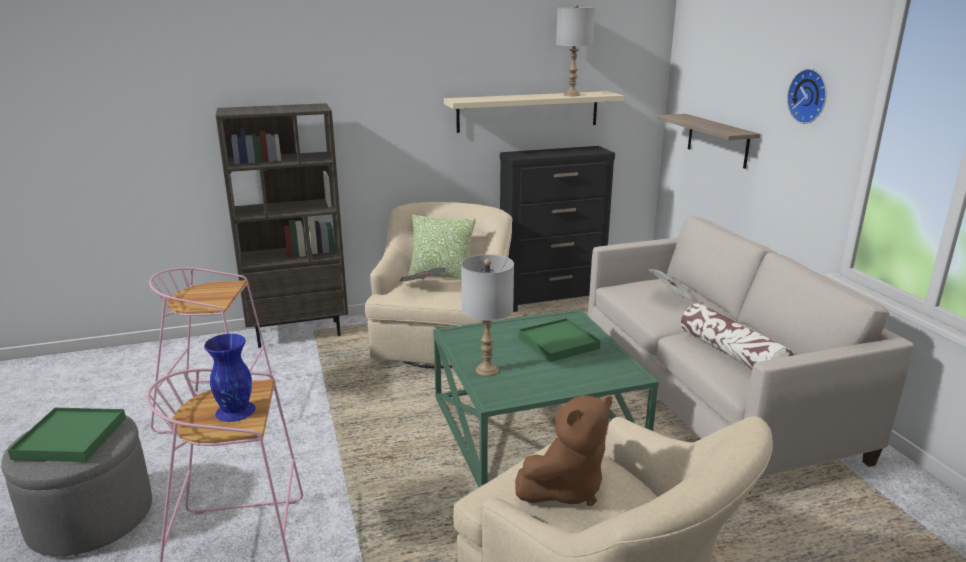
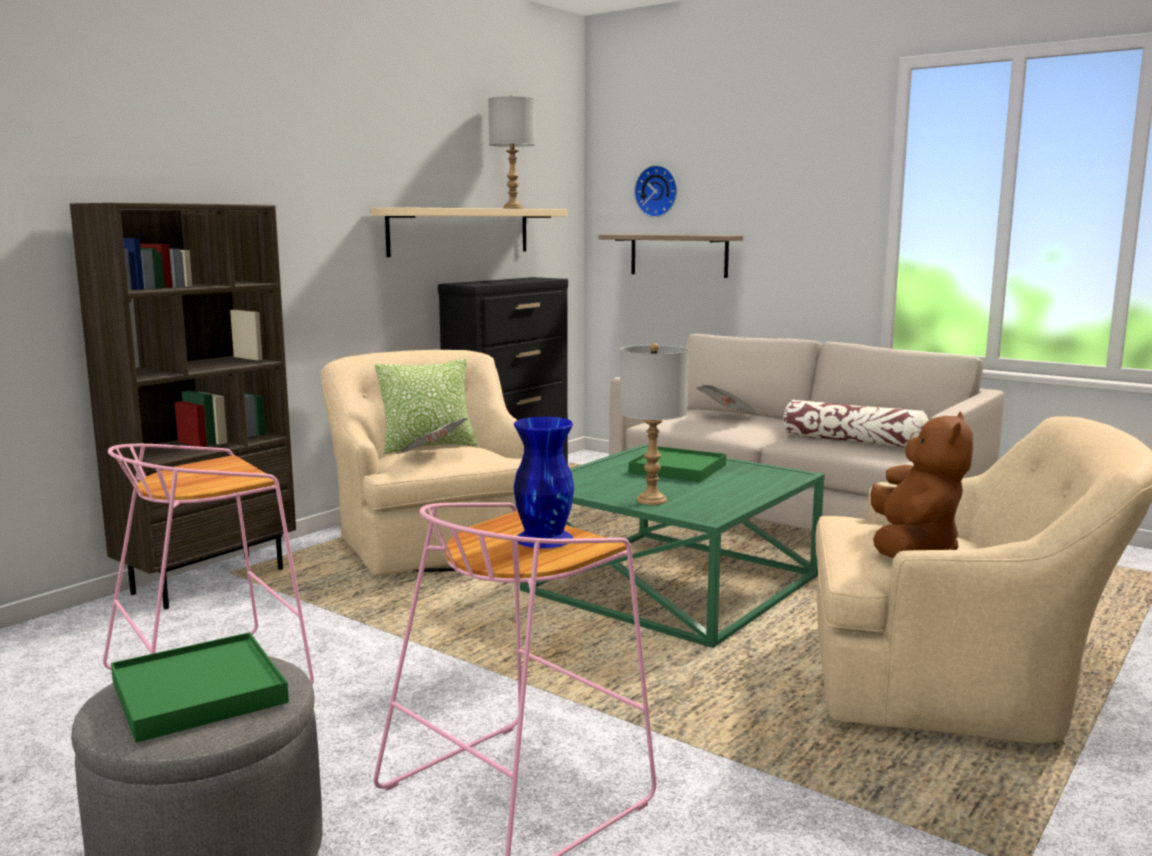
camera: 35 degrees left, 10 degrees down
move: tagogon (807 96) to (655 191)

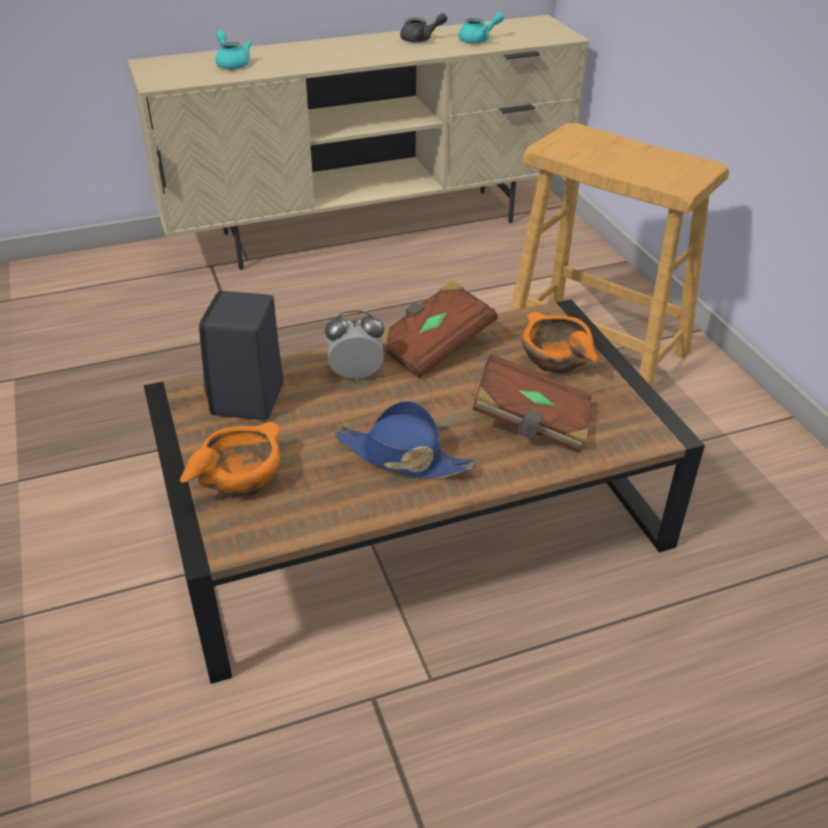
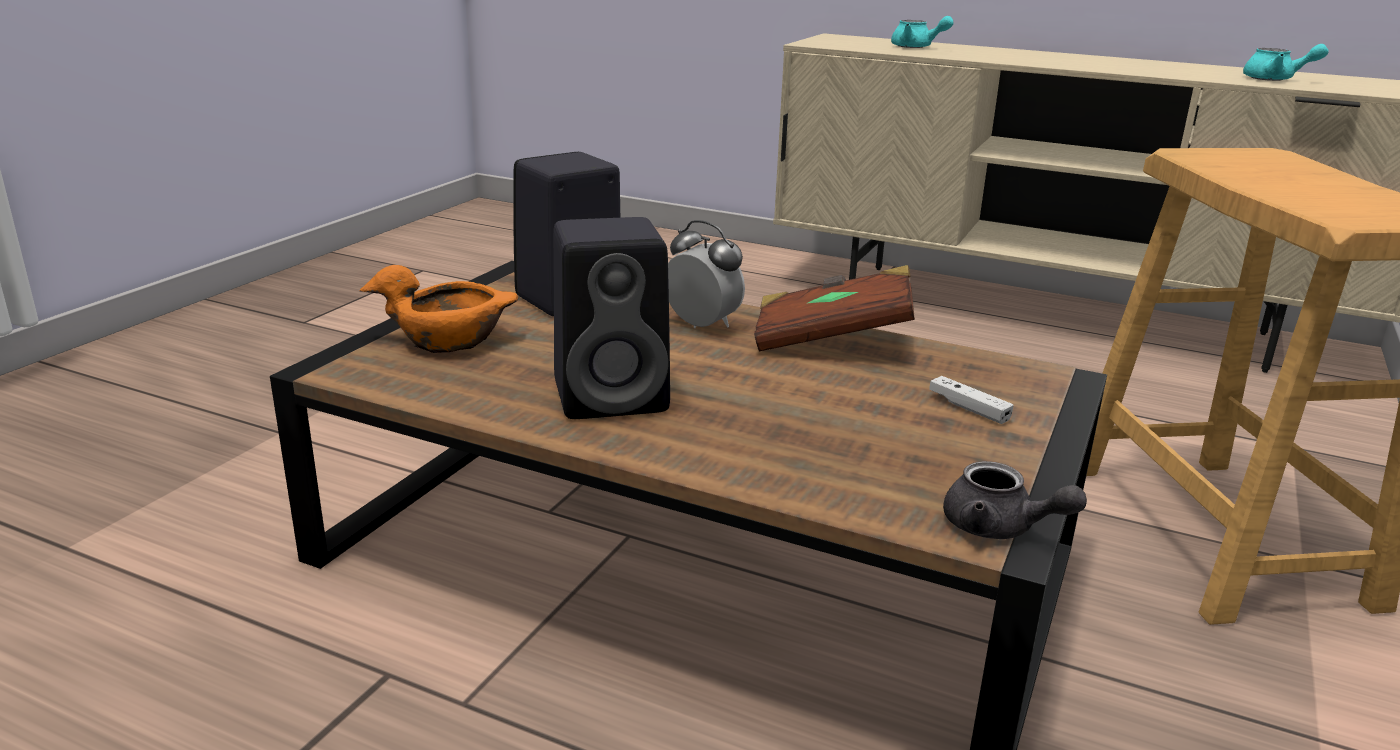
camera: 45 degrees right, 15 degrees down
delete: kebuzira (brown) (532 403)
move: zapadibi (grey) (423 28) to (1015 500)
replace: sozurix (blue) (405 440) to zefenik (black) (611 318); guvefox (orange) (560 342) to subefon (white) (971 400)
rotate: zapadibi (turquoise) (233 49) = (922 32) 105 degrees clockwise

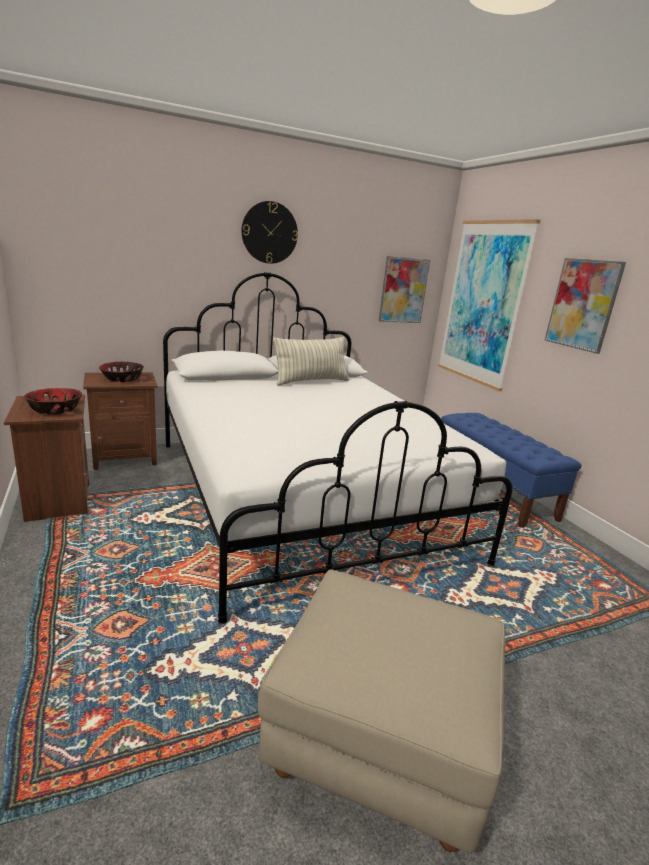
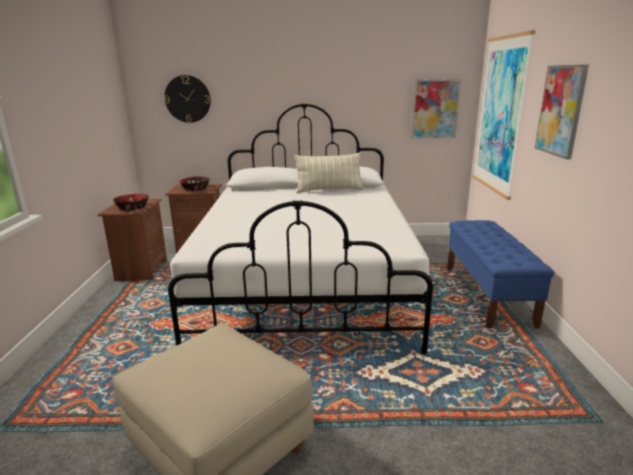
camera: 25 degrees right, 0 degrees up
move: tagogon (270 232) to (187 99)

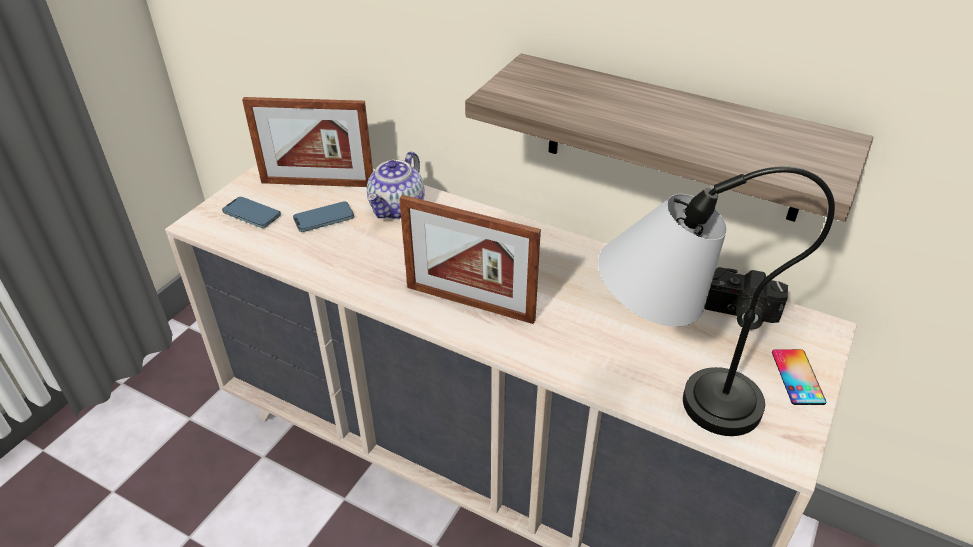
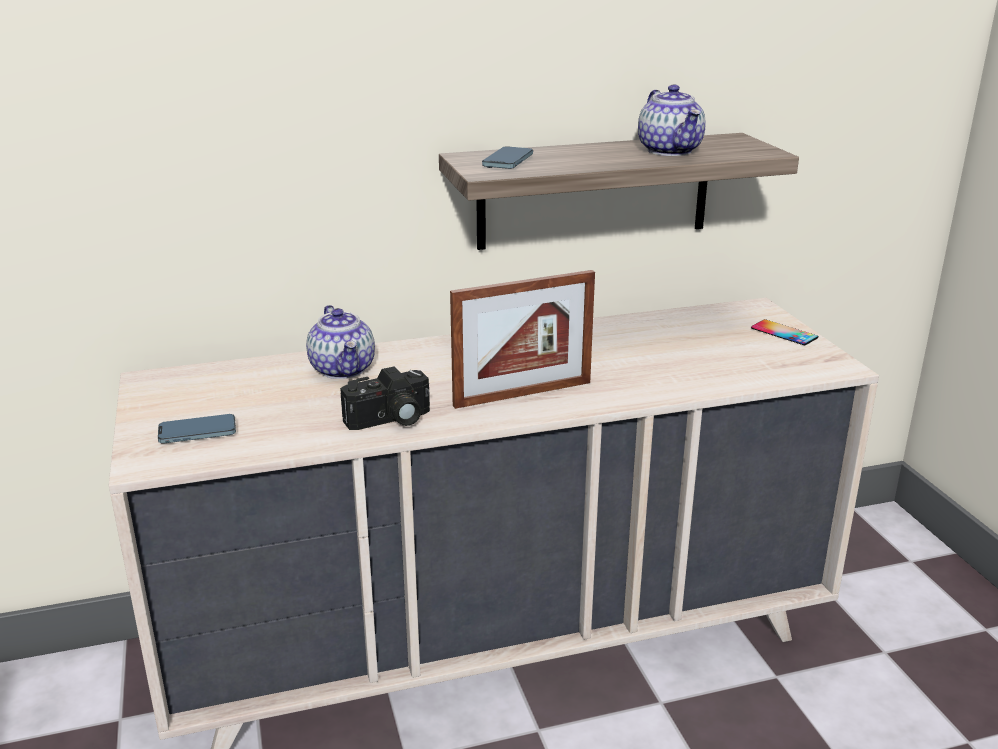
camera: 45 degrees left, 15 degrees down
delete: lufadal (307 142); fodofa (716 301)
insert: zapadibi (672 120)
move: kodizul (323 217) to (507 157); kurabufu (746 298) to (385 398)

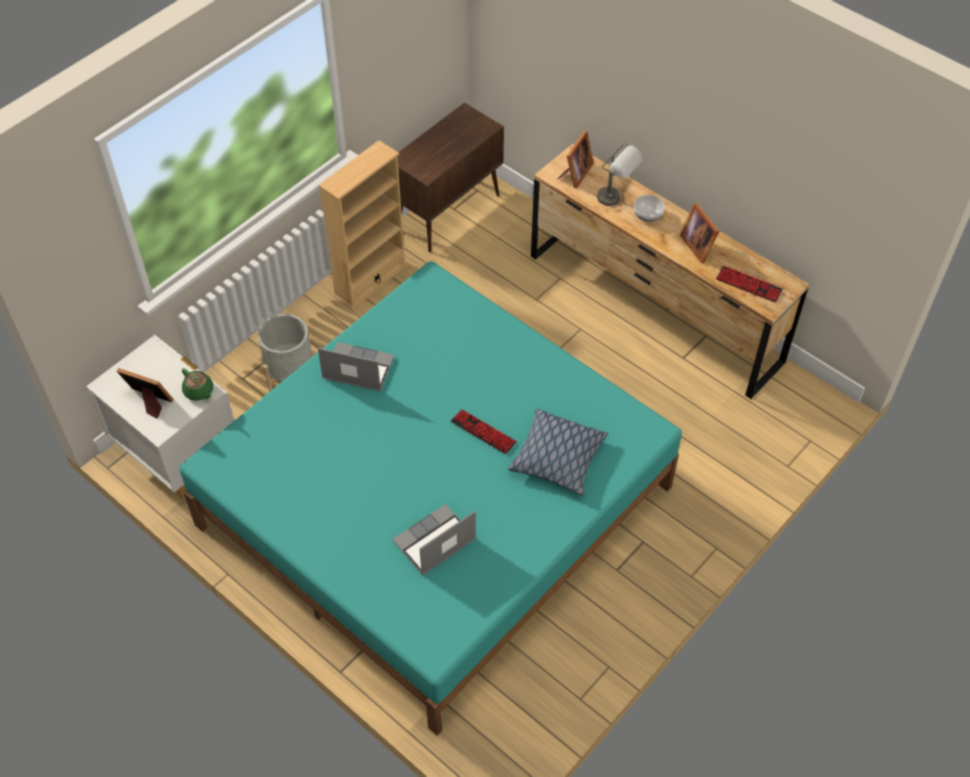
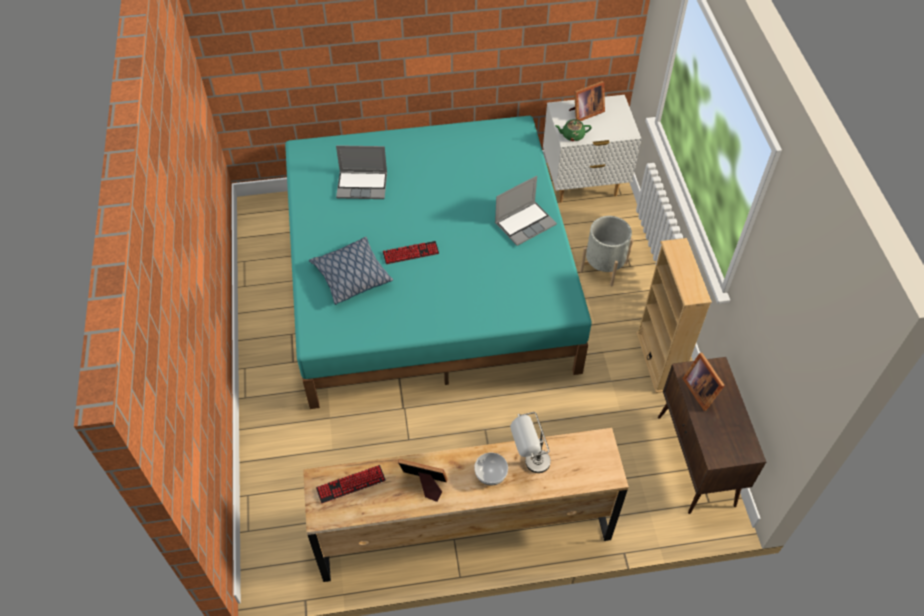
camera: 130 degrees right, 0 degrees up
move: lufadal (575 159) to (703 382)
rotate: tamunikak (434 539) = (361 172) 90 degrees clockwise

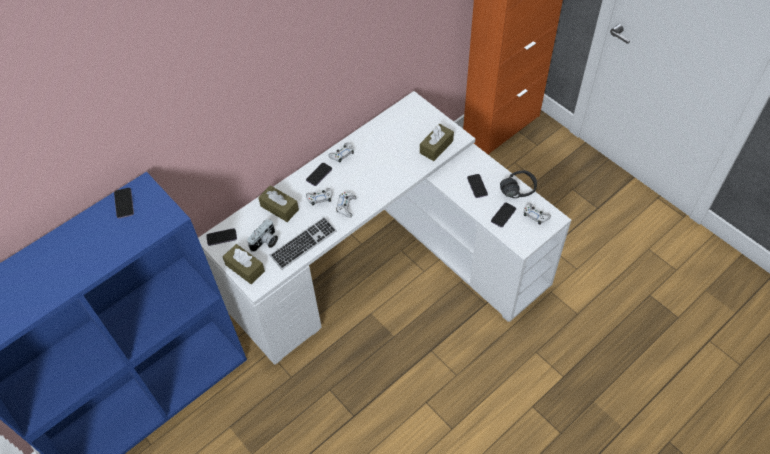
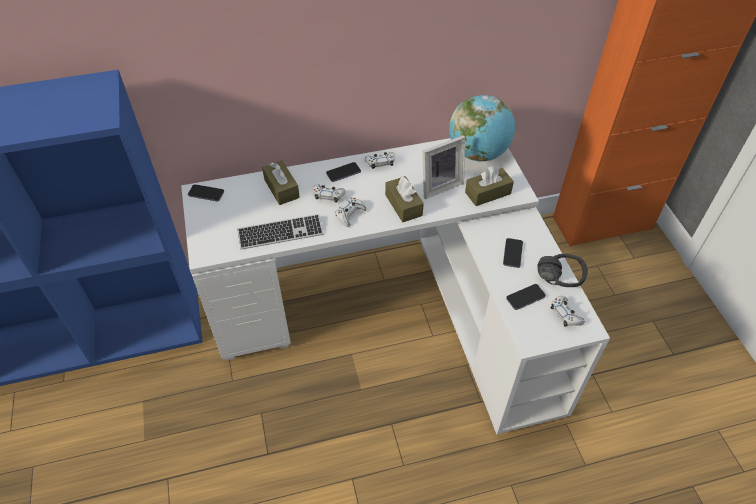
camera: 25 degrees right, 5 degrees down
delete: kodizul (124 203); kurabufu (262 235)
insert: lufadal (443 167); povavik (482 128)
move: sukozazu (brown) (244 264) to (404 199)

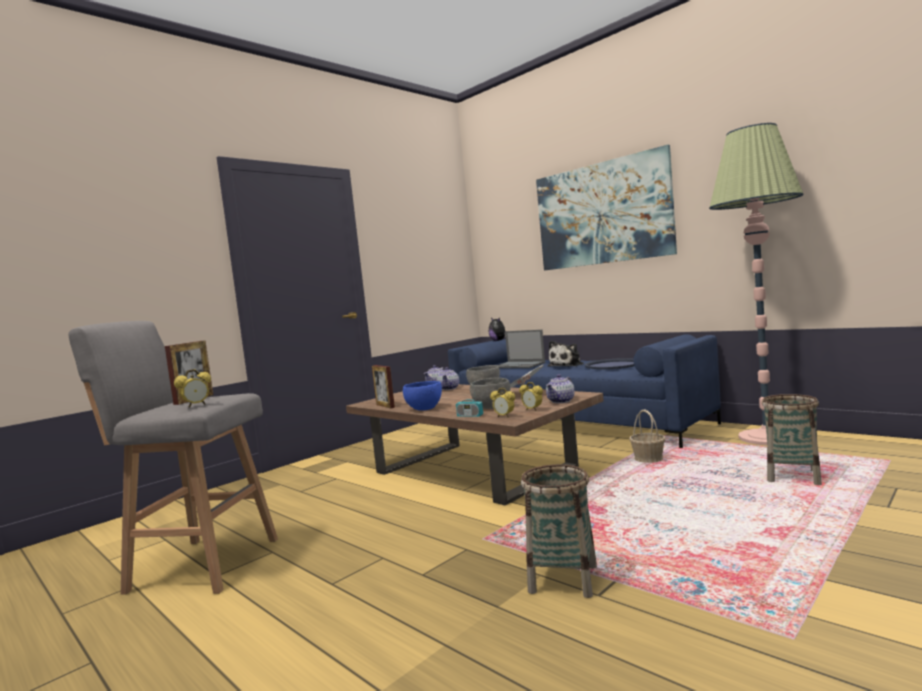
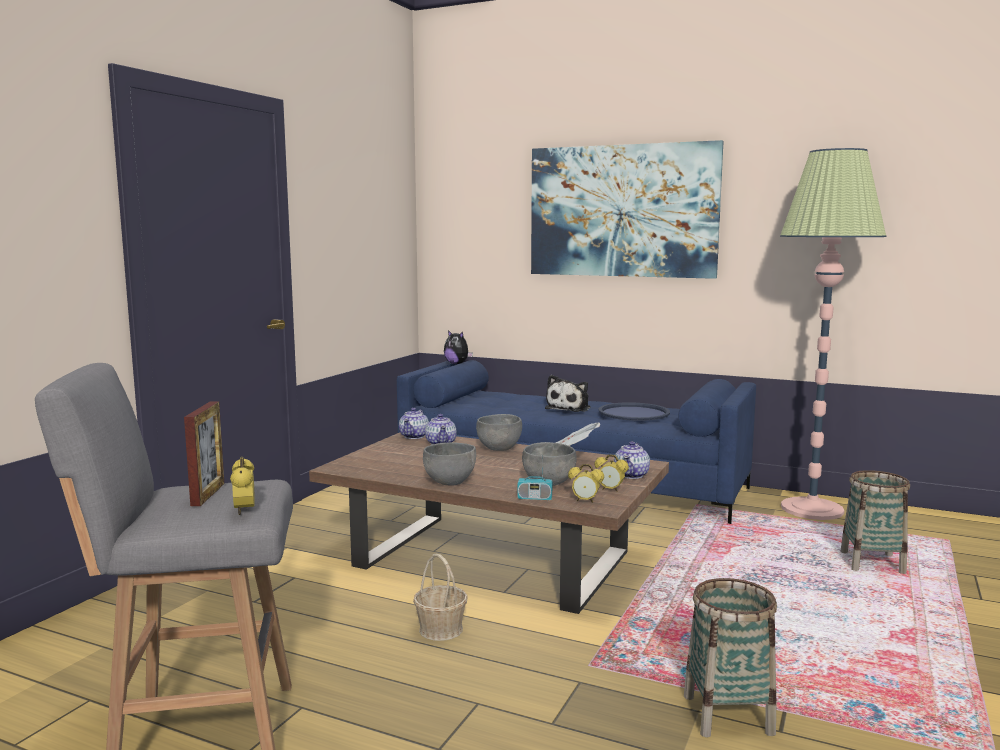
camera: 20 degrees left, 5 degrees up
delete: lufadal (383 386); tamunikak (521 349)
move: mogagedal (647 436) to (440 597)
recolor: guvefox (blue) (422 396) to guvefox (grey) (449 464)
rotate: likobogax (192 388) = (242 485) 135 degrees clockwise

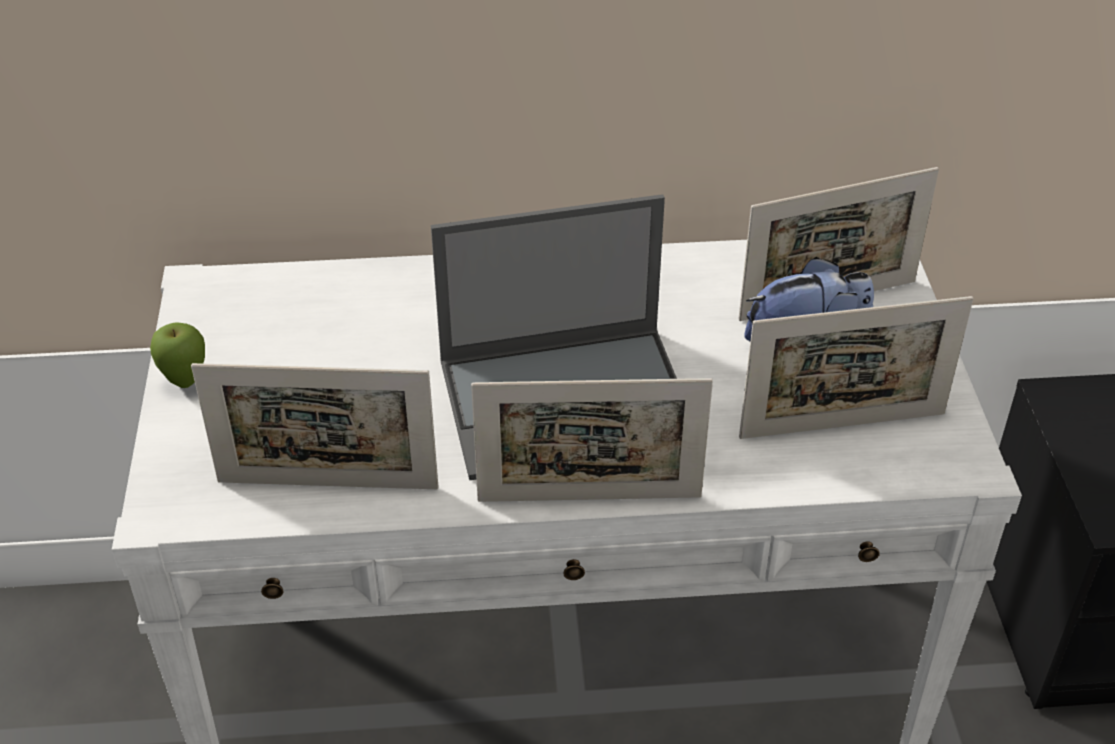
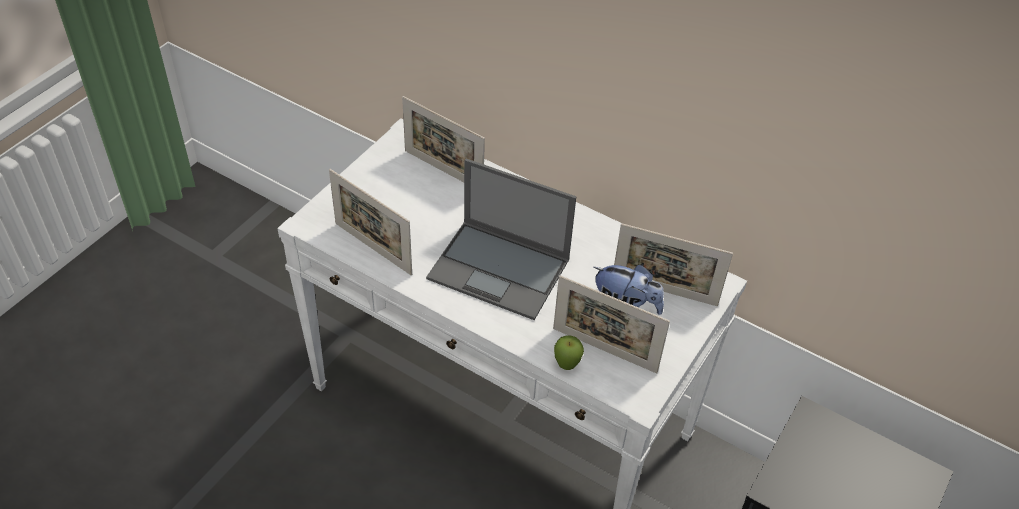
camera: 35 degrees right, 5 degrees up
move: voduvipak (177 355) to (569 352); lufadal (592 440) to (443 139)

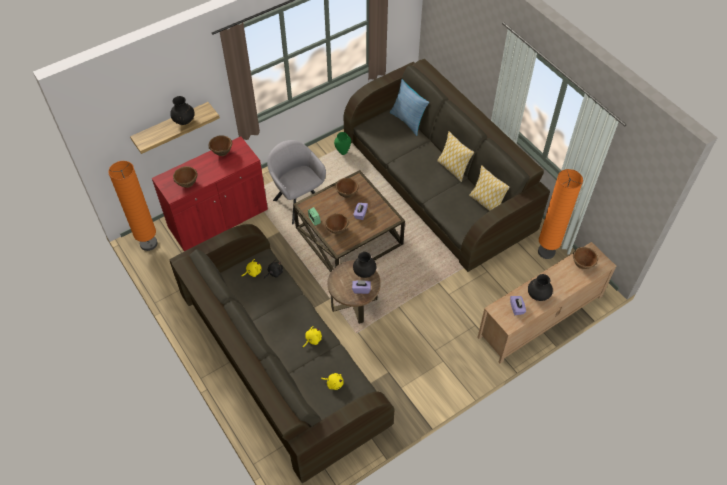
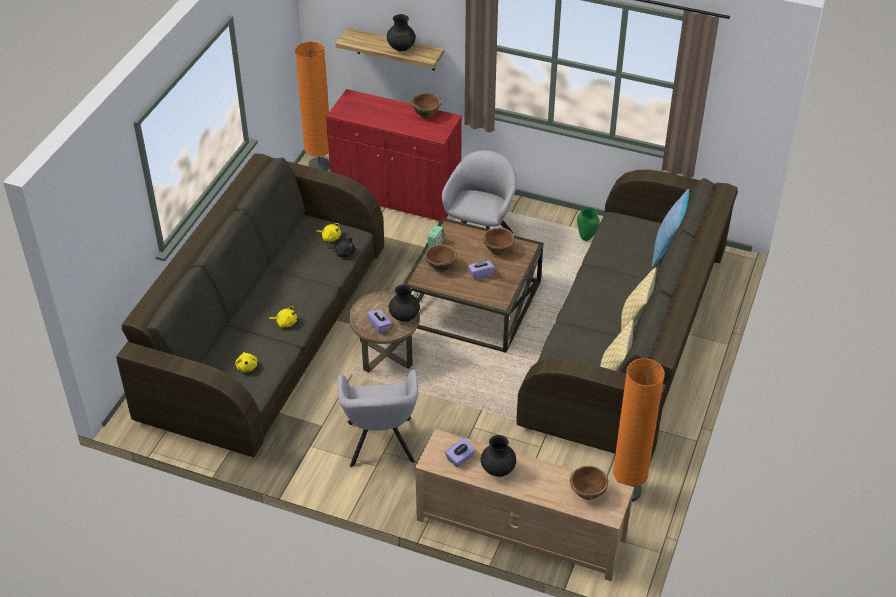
camera: 55 degrees right, 10 degrees down
delete: guvefox (brown) (185 177)
insert: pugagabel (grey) (377 418)

